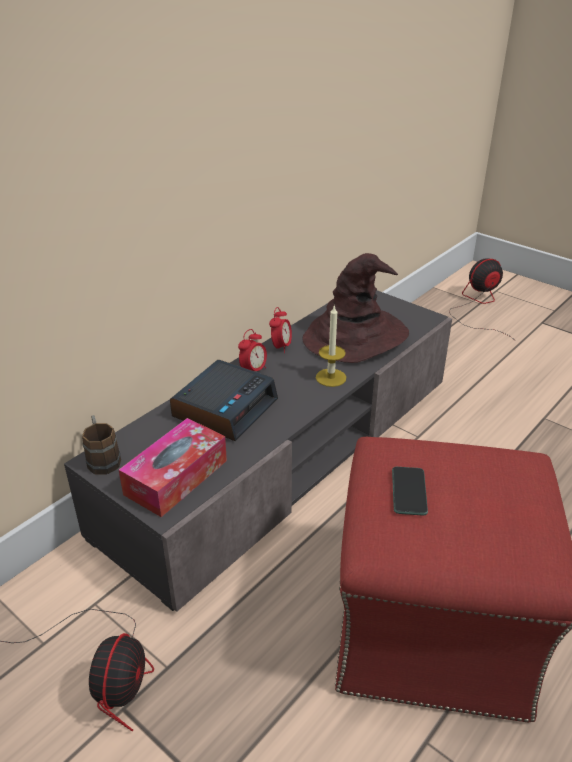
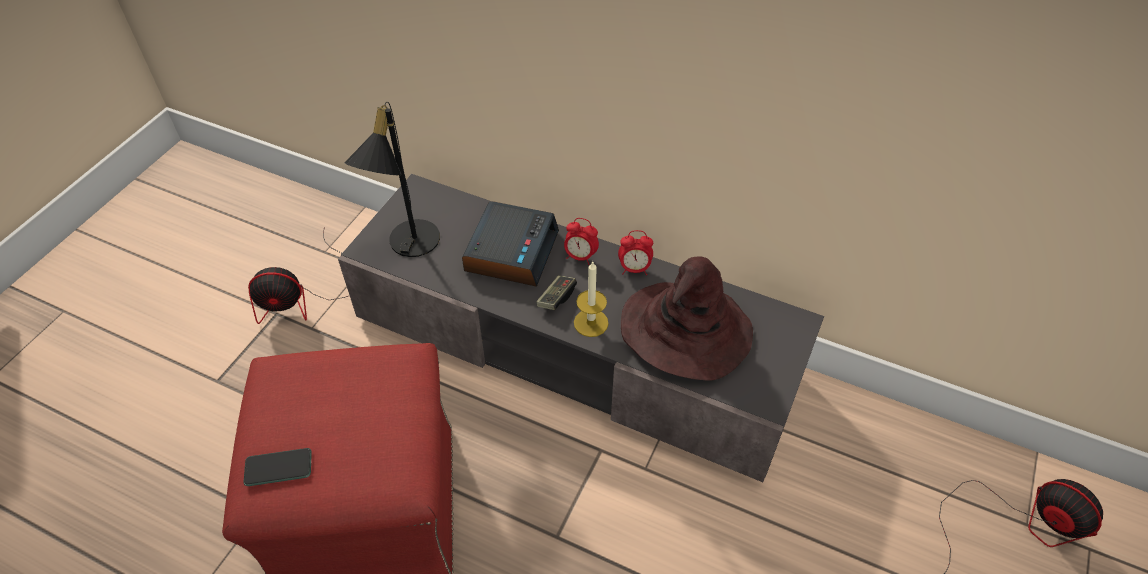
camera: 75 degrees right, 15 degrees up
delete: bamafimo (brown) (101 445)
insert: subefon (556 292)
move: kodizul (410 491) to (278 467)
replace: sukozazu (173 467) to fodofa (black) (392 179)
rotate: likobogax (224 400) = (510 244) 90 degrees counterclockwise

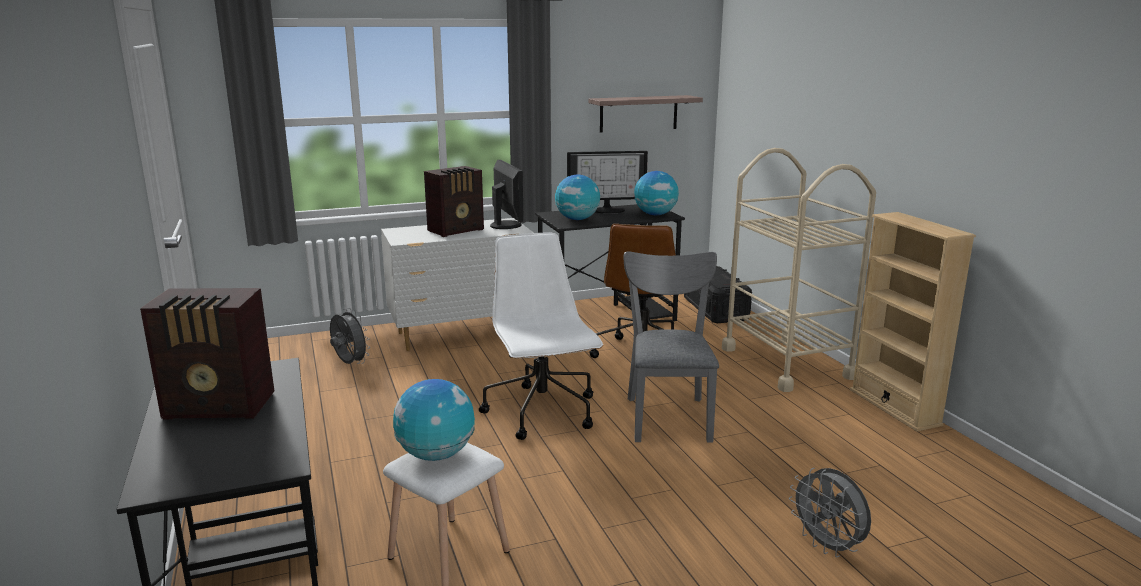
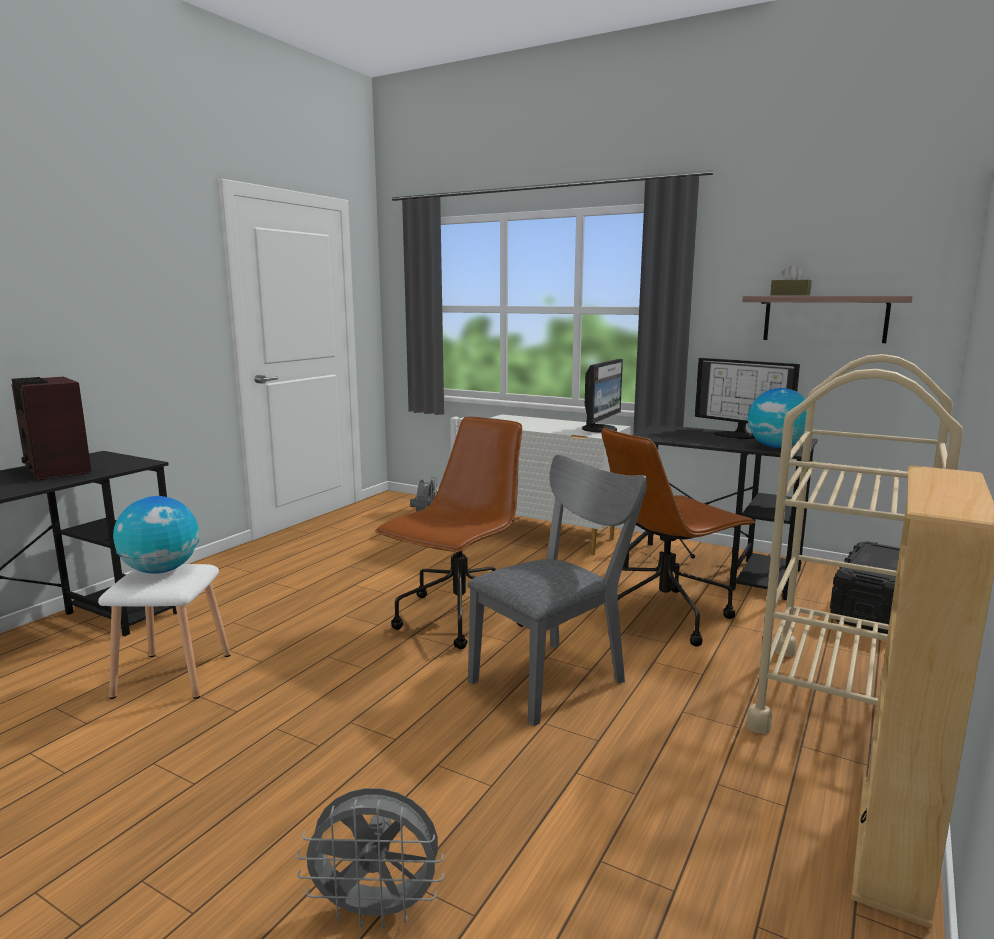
camera: 50 degrees right, 5 degrees down
delete: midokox (454 201); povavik (577 197)
insert: sukozazu (brown) (791 280)
recolor: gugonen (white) (541 336) to gugonen (brown) (449 532)
rotate: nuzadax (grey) (830 513) = (370 858) 105 degrees counterclockwise

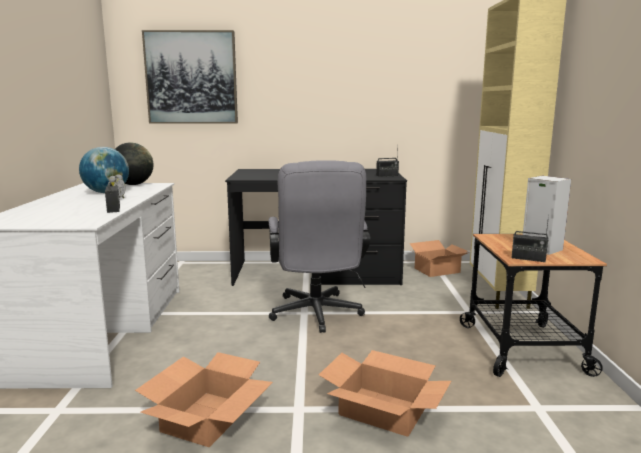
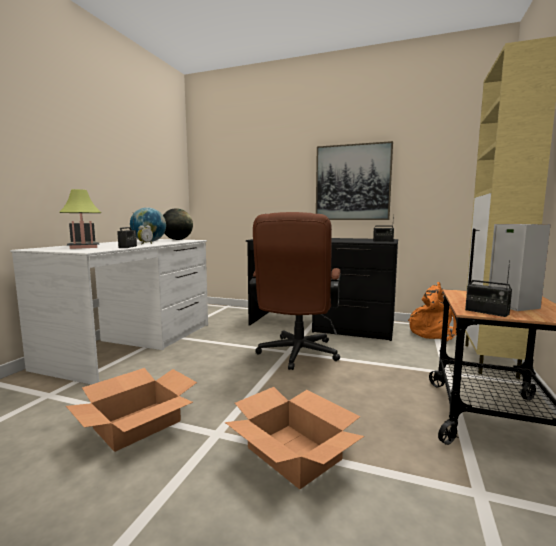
camera: 20 degrees right, 5 degrees down
insert: fodofa (80 219)
move: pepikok (190 77) to (354 180)
replace: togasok (438 258) to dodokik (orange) (432 312)
recolor: gugonen (grey) (319 246) to gugonen (brown) (295 291)

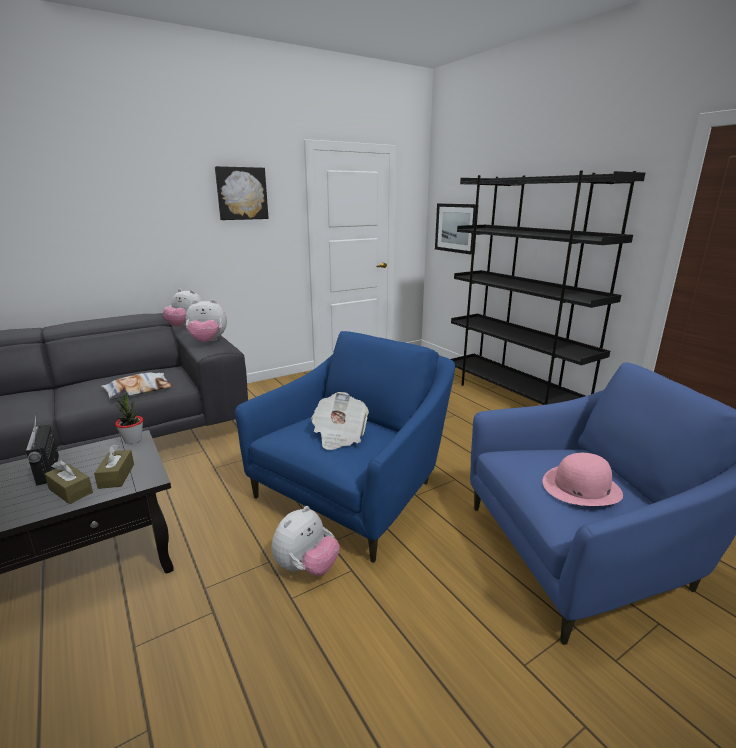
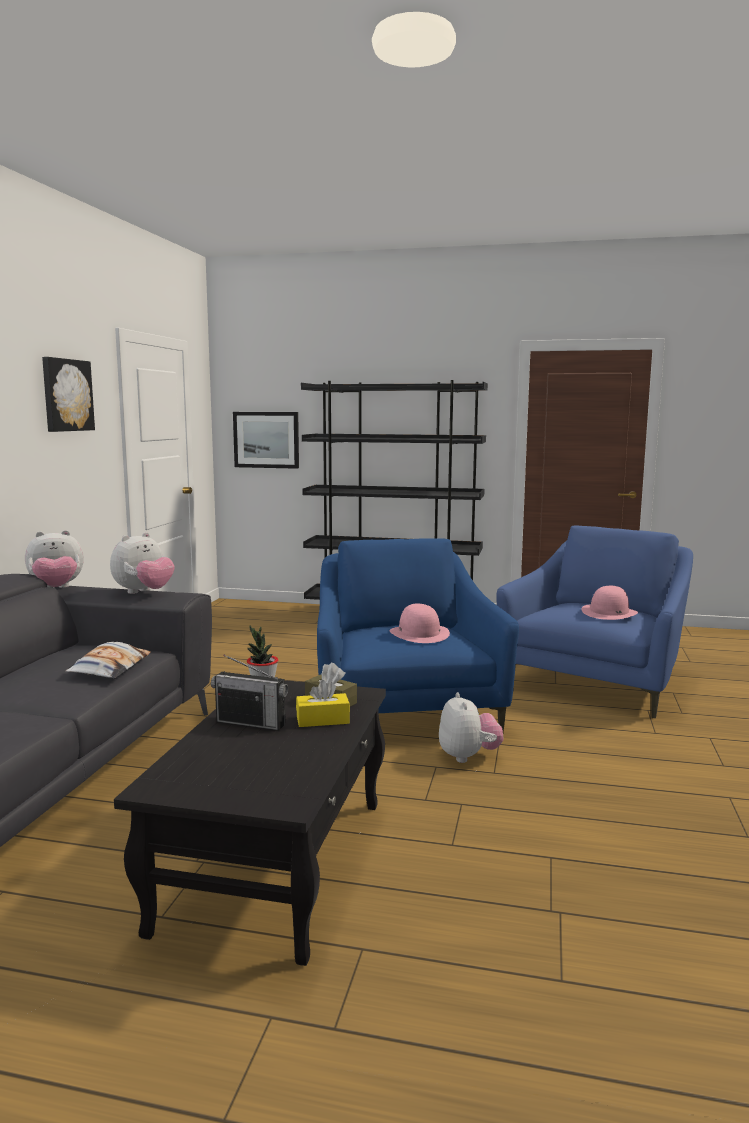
camera: 45 degrees left, 10 degrees down
replace: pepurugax (340 421) to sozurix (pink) (419 623)
recolor: sukozazu (brown) (69 482) to sukozazu (yellow) (323 703)

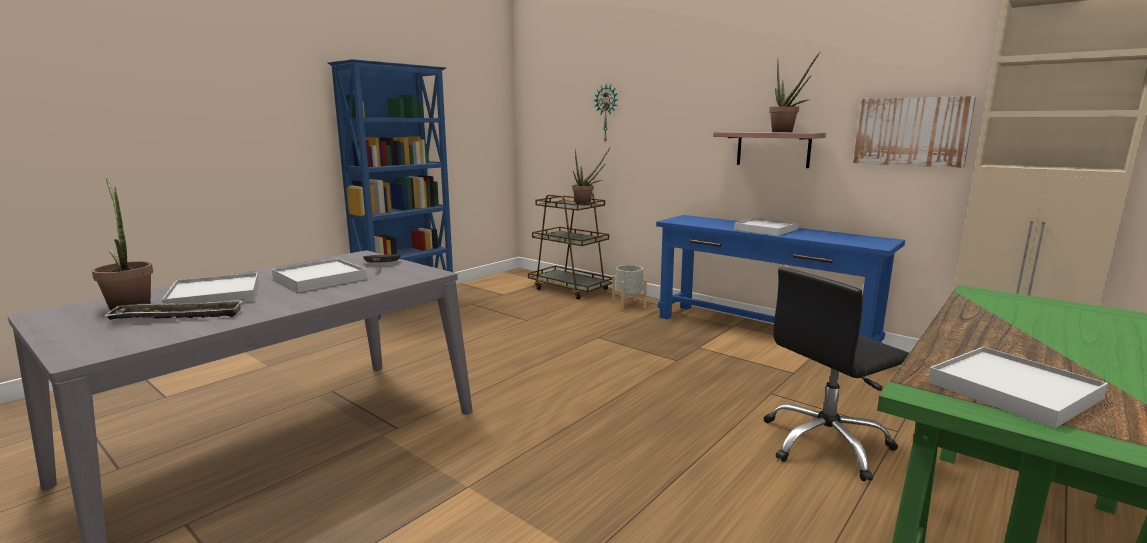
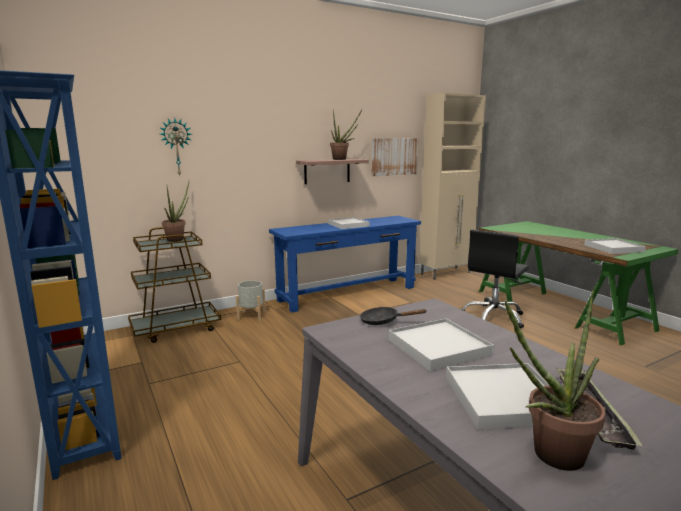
camera: 70 degrees left, 0 degrees up
rotate: gugonen (black) (836 374) = (495 279) 45 degrees clockwise

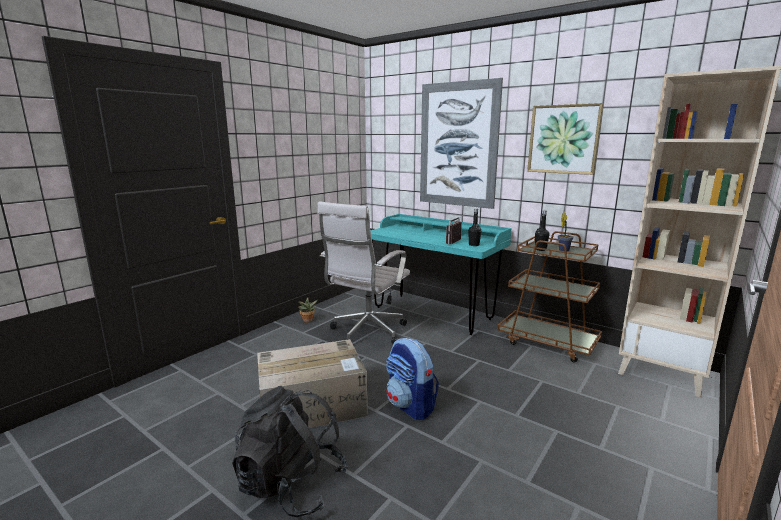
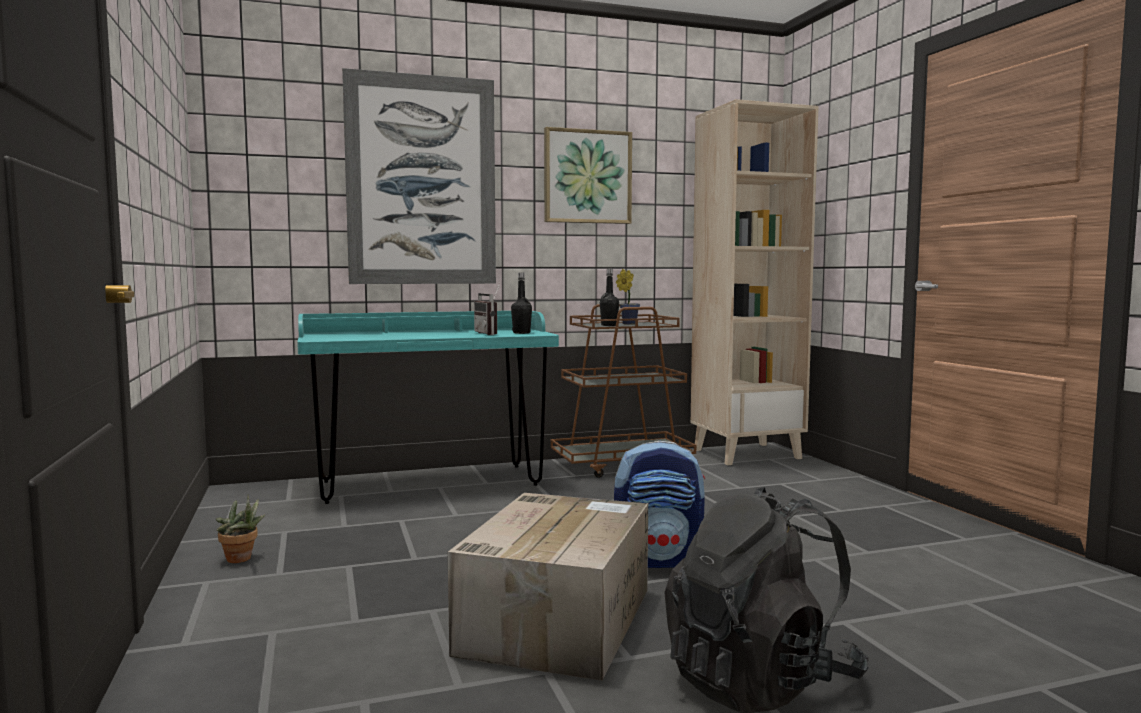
camera: 55 degrees left, 10 degrees down
delete: gugonen (white) (363 273)

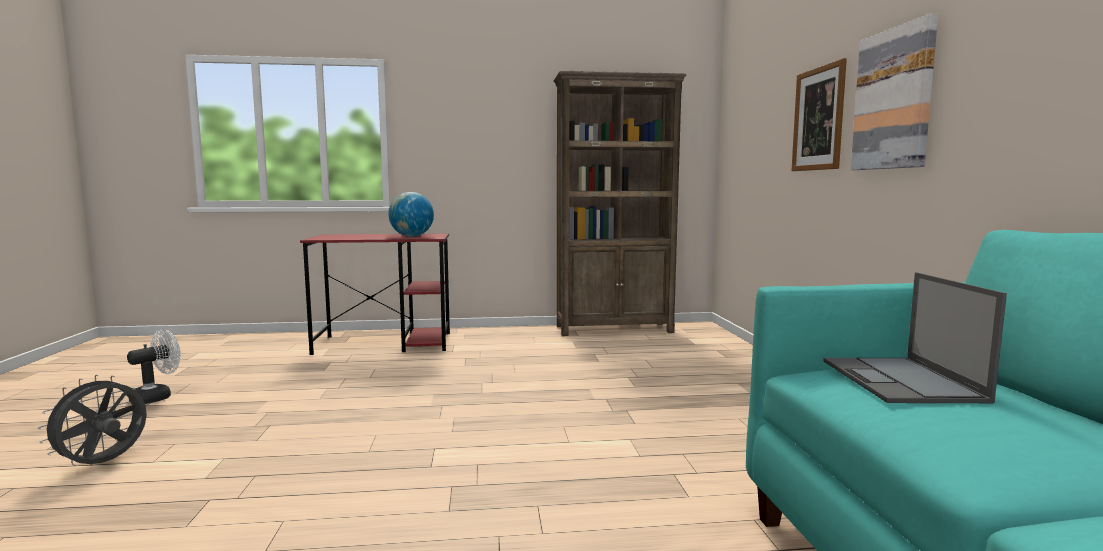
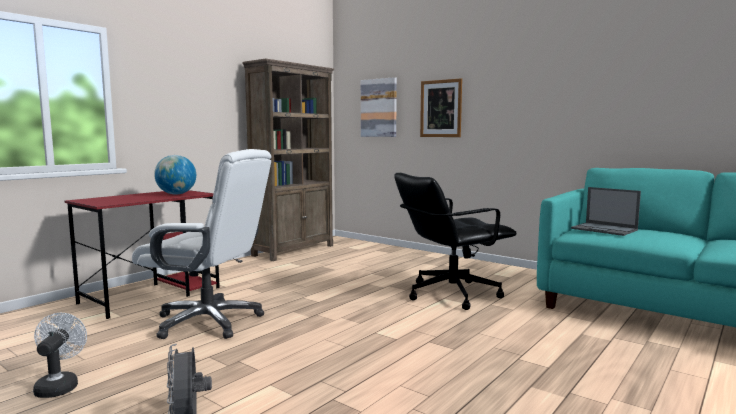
camera: 45 degrees left, 0 degrees up
insert: gugonen (white) (201 244); gugonen (black) (455 241)
move: pepikok (894 91) to (379 107)

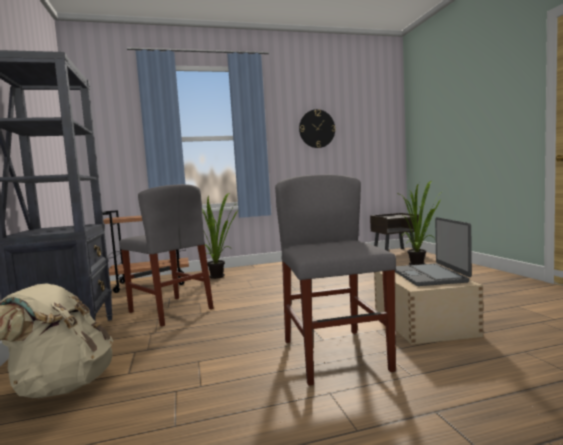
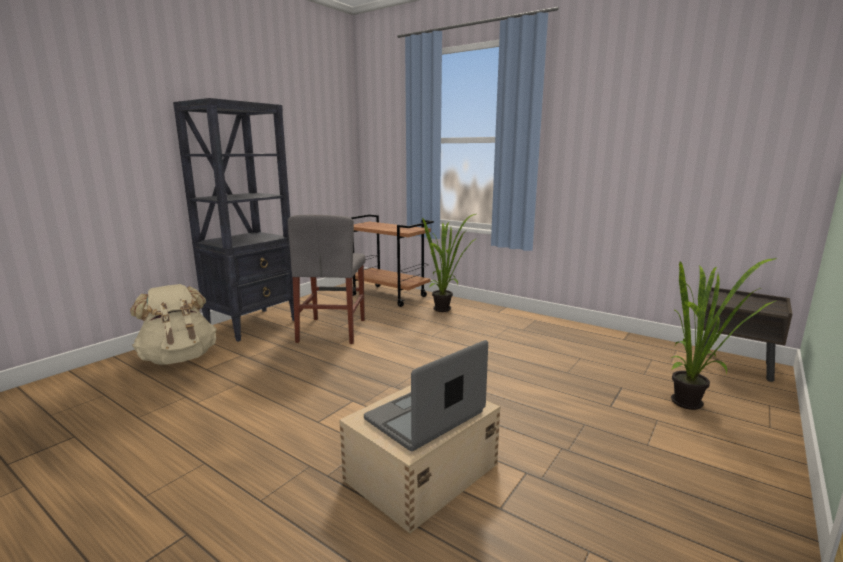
camera: 50 degrees right, 10 degrees up
delete: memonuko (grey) (335 280); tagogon (317 128)

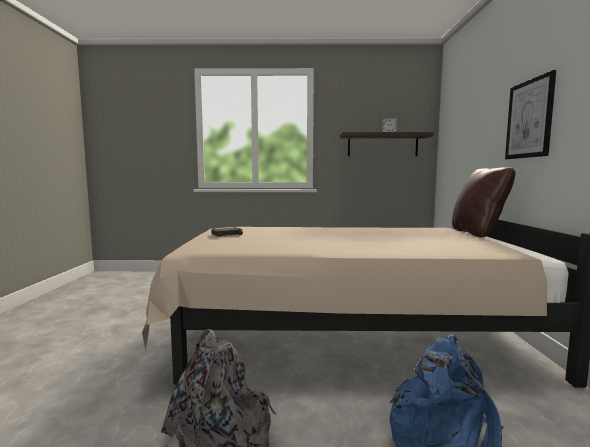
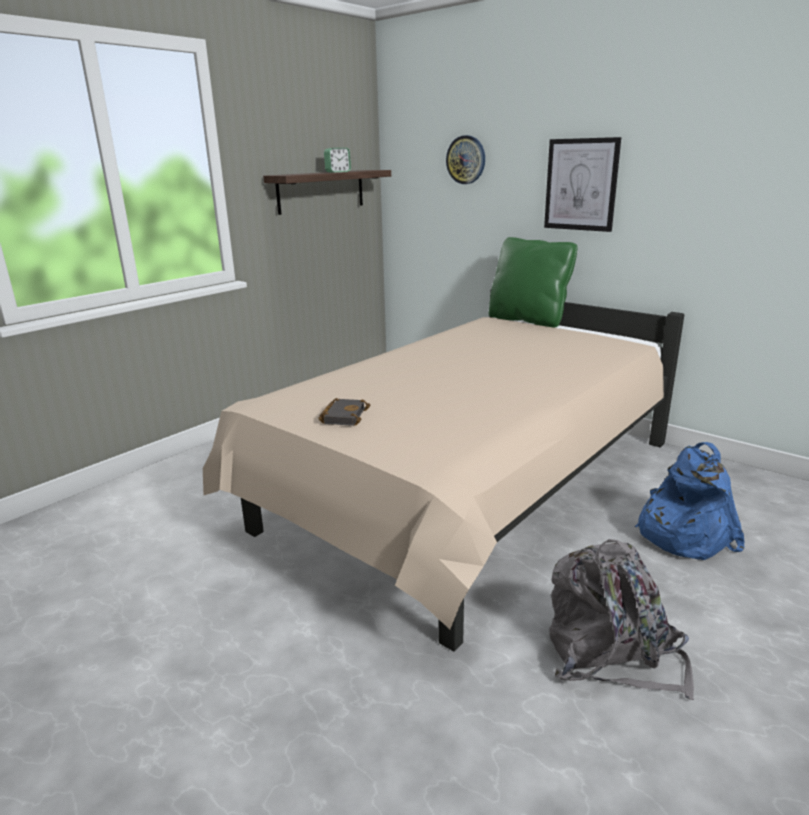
camera: 50 degrees left, 15 degrees up
insert: tagogon (465 159)
recolor: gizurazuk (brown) (484 202) to gizurazuk (green) (533 282)

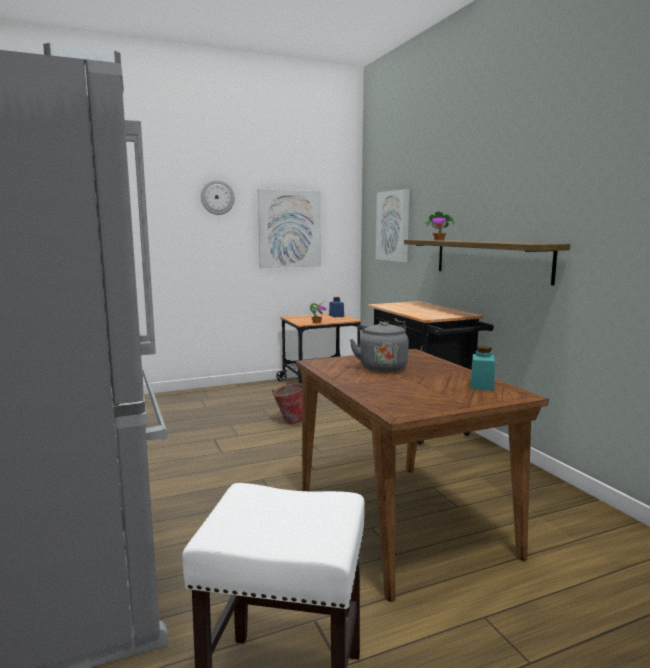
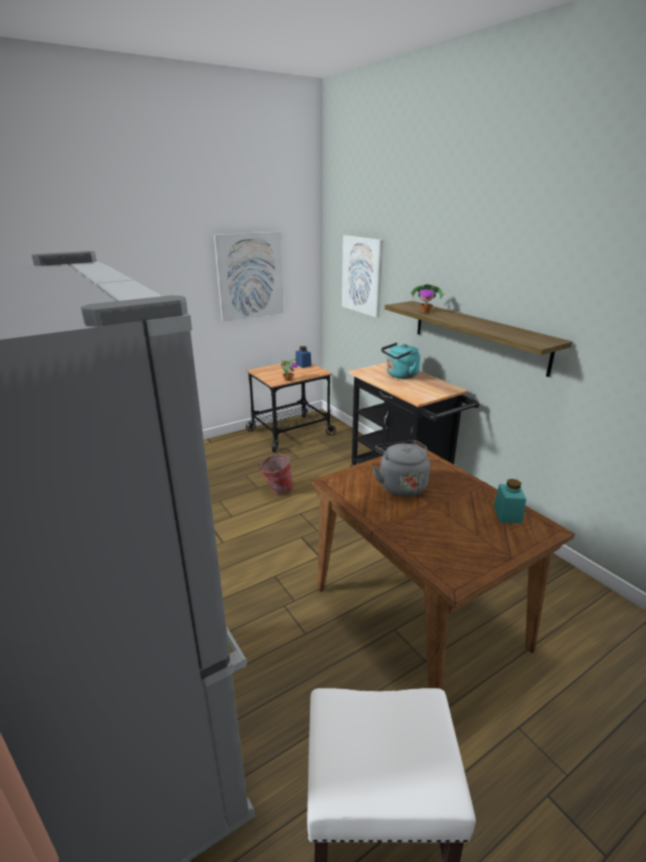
camera: 10 degrees left, 15 degrees up
delete: tagogon (218 197)
insert: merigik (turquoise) (400 361)

